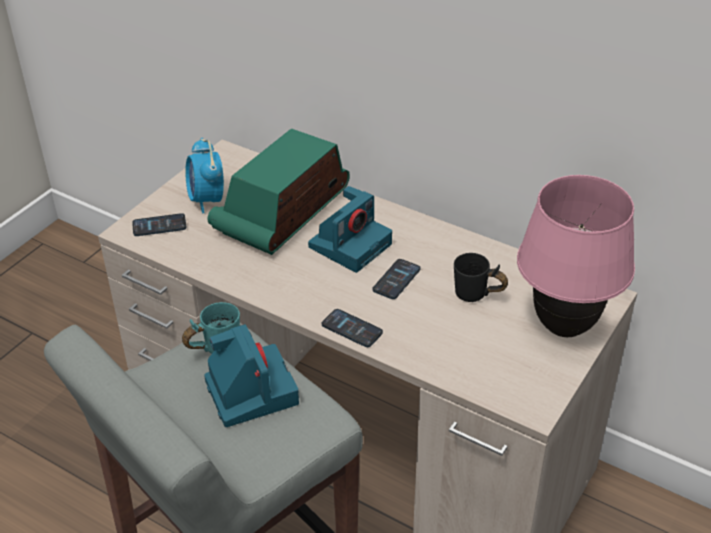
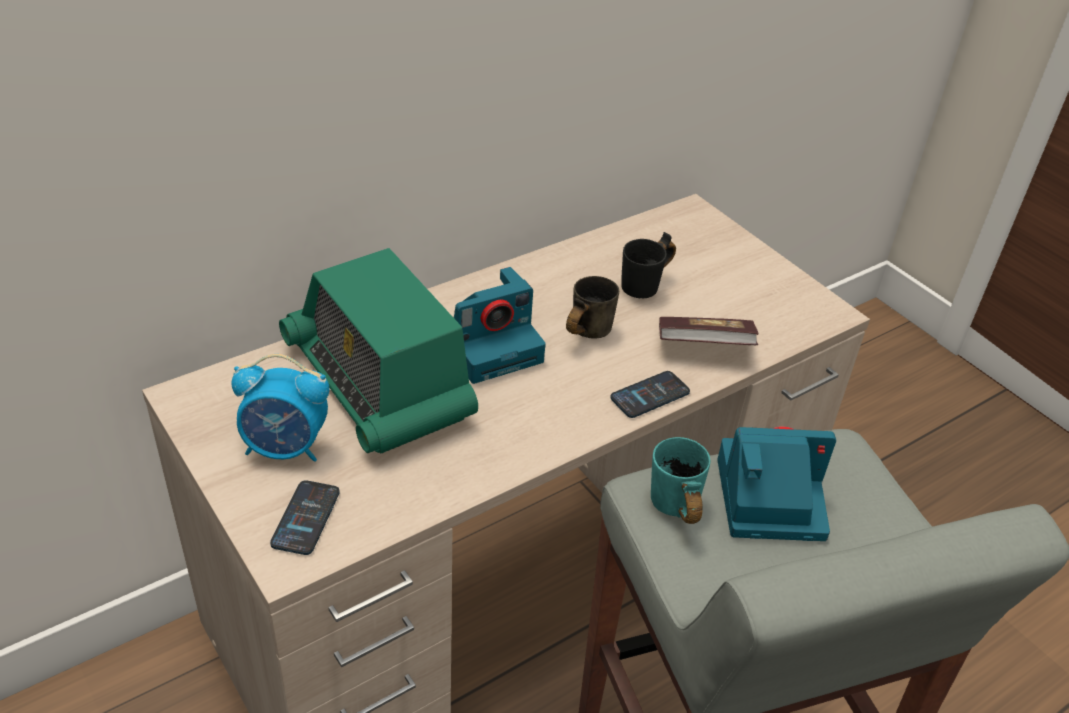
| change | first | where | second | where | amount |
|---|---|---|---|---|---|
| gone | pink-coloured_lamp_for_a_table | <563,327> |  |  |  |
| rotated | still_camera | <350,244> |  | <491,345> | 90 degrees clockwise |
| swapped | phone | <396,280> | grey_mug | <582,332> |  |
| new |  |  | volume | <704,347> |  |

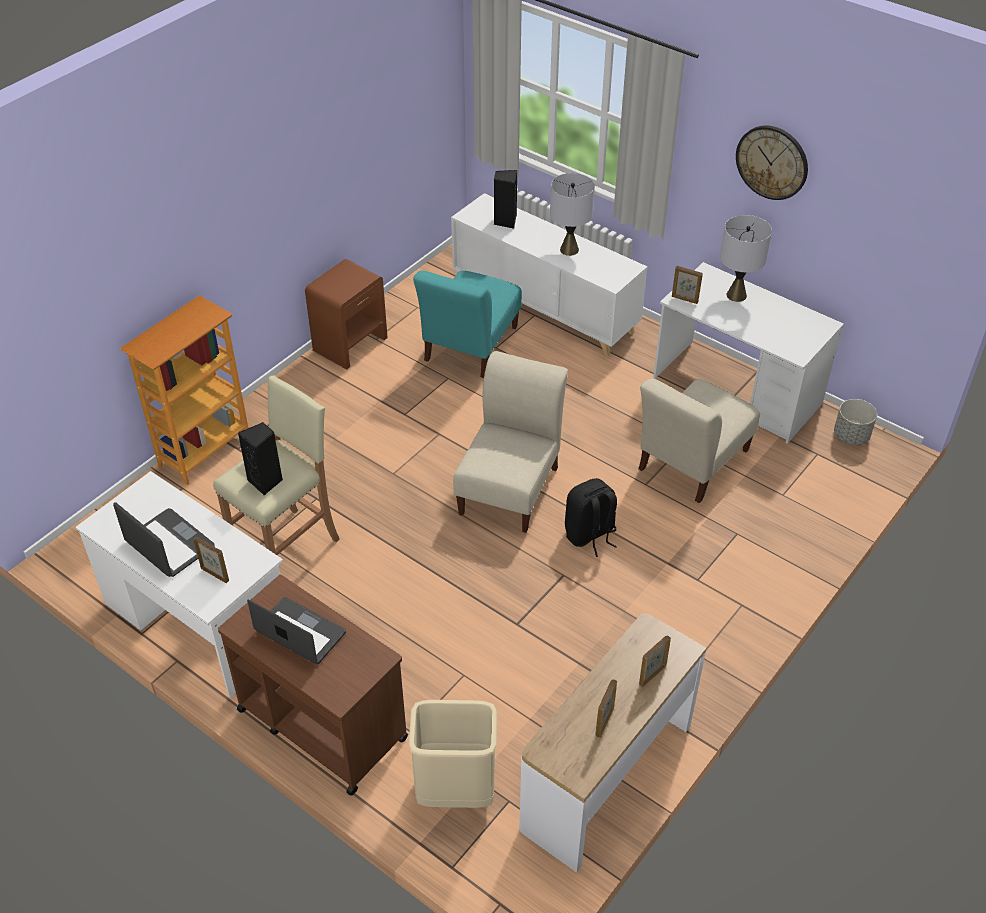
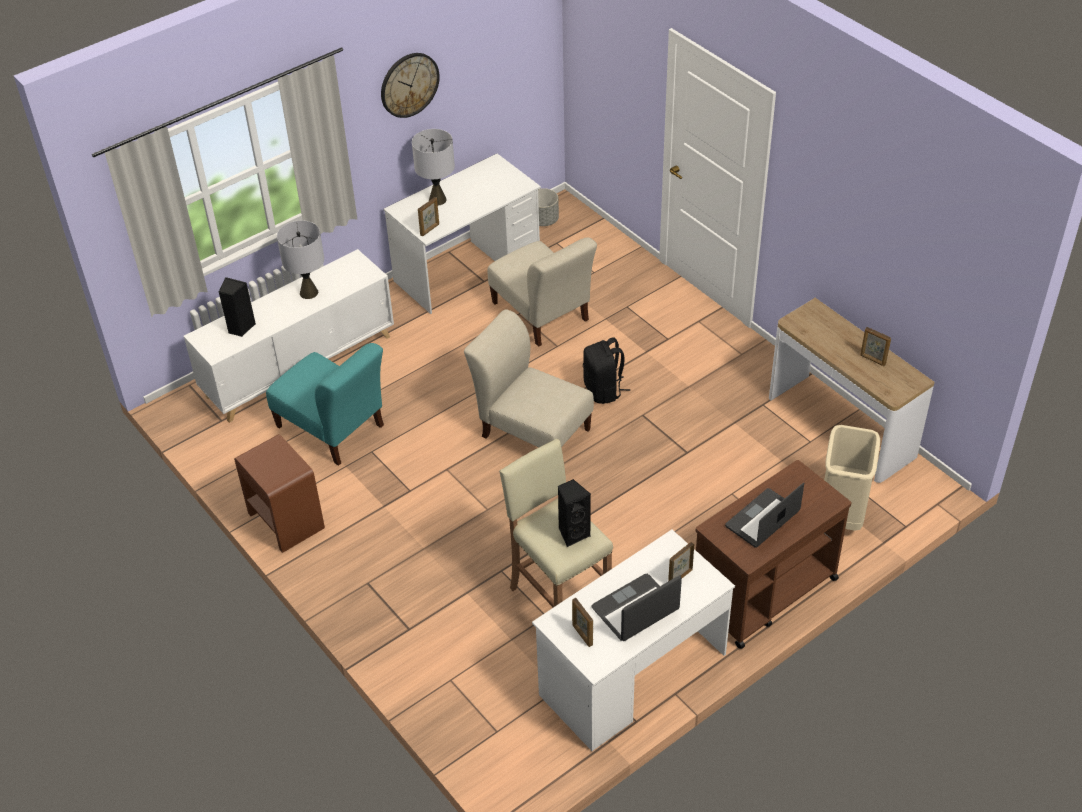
| change | first | where | second | where | amount |
|---|---|---|---|---|---|
| gone | bookcase | <204,450> |  |  |  |
| shifted | picture_frame | <652,675> |  | <582,635> |  |

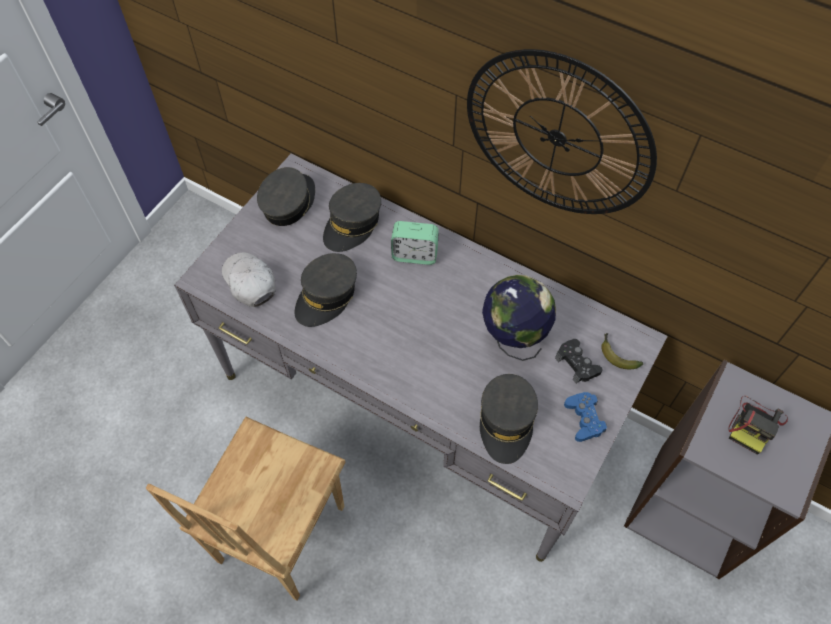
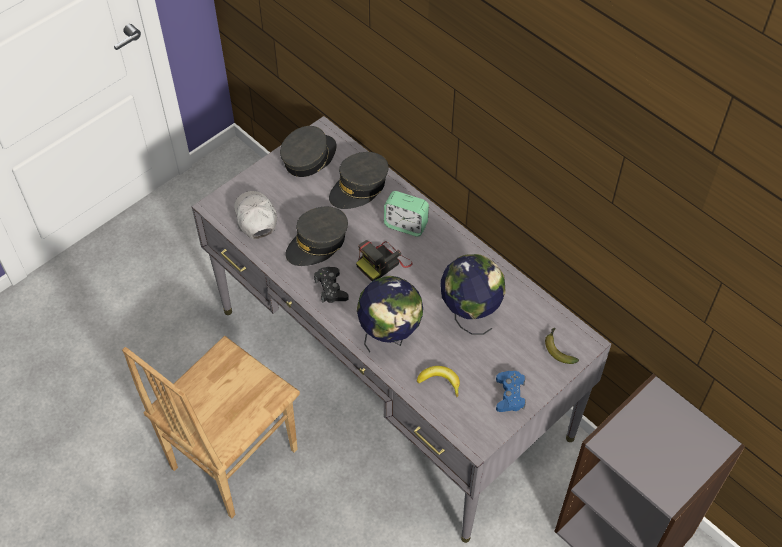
| change | first | where | second | where | amount |
|---|---|---|---|---|---|
| gone | wall_clock | <557,137> |  |  |  |
| shifted | black-coloured_game_controller | <577,364> |  | <331,288> |  |
| swapped | grey_baseball_cap | <506,422> | banana | <440,381> |  |
| shifted | still_camera | <754,424> |  | <383,263> |  |
| new |  |  | world_globe | <390,336> |  |

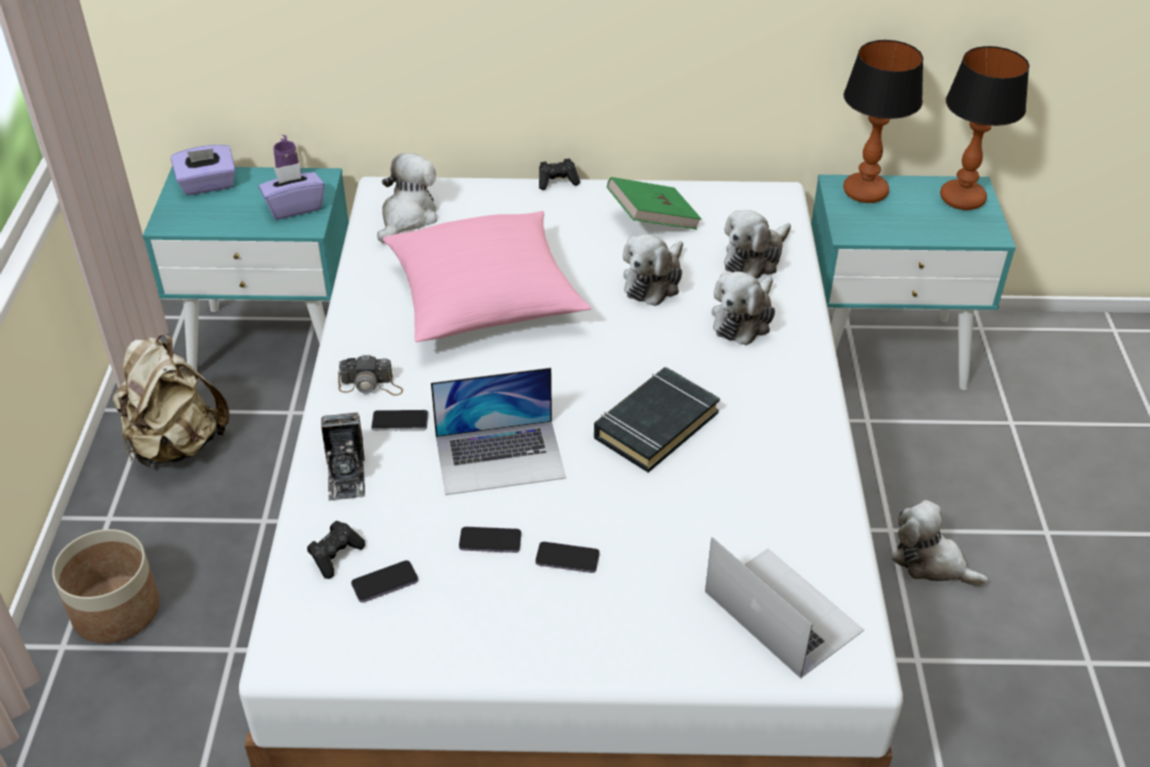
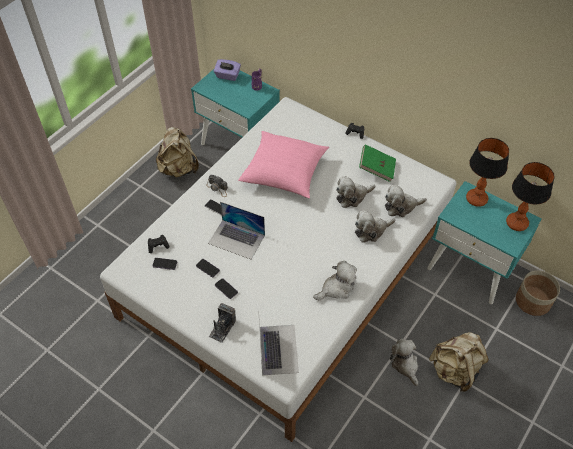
| change | first | where | second | where | amount |
|---|---|---|---|---|---|
| shifted | plush_toy | <407,217> |  | <336,288> |  |
| gone | purplish_tissue_holder | <294,207> |  |  |  |
| gone | black-coloured_volume | <655,425> |  |  |  |
| shifted | still_camera | <346,474> |  | <222,328> |  |
| shifted | flower_pot | <117,610> |  | <533,301> |  |
| new |  |  | beige_knapsack | <455,370> |  |

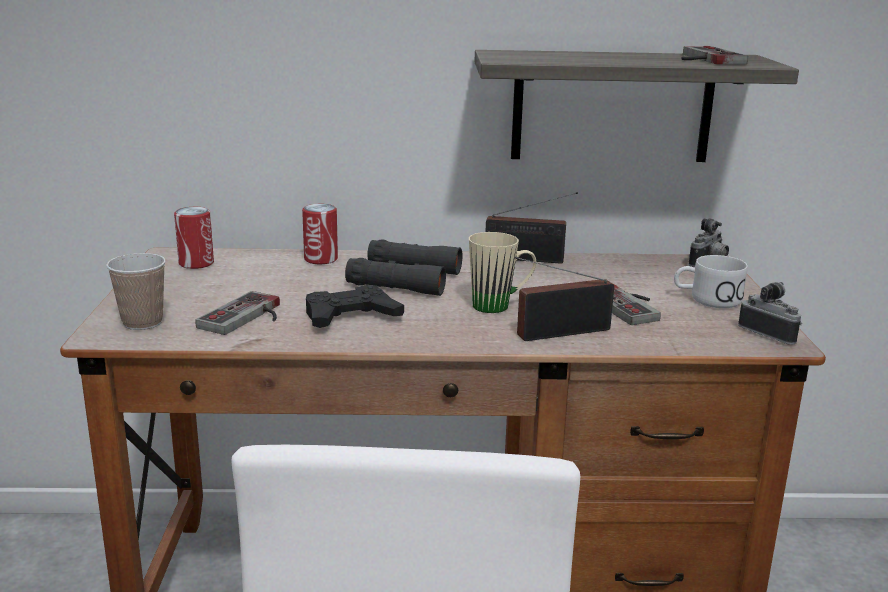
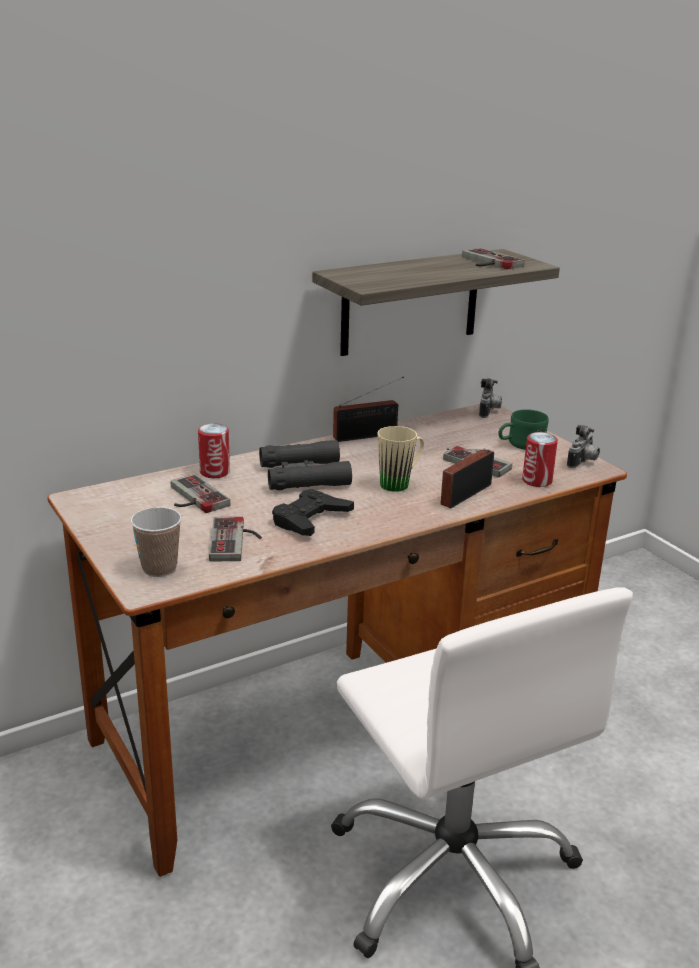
| change | first | where | second | where | amount |
|---|---|---|---|---|---|
| shifted | metal_can | <196,263> |  | <537,481> |  |
| repainted | white_mug | <706,299> | green_mug | <520,444> |  |
| rotated | still_camera | <770,333> |  | <583,463> | 105 degrees clockwise |
| new |  |  | game_controller | <192,498> |  |

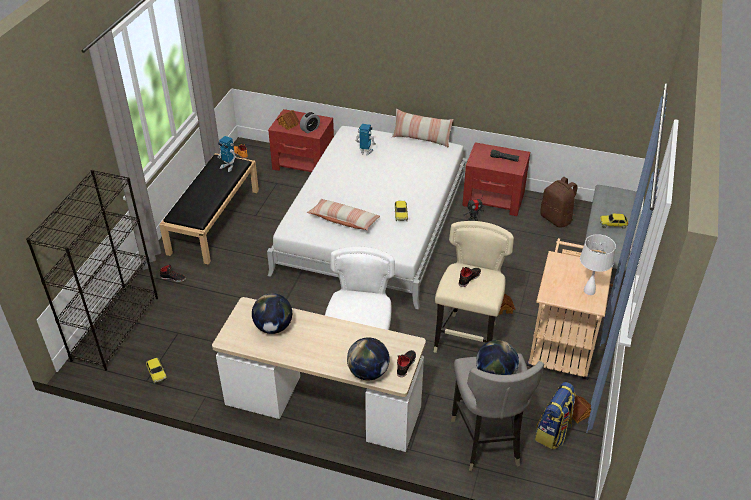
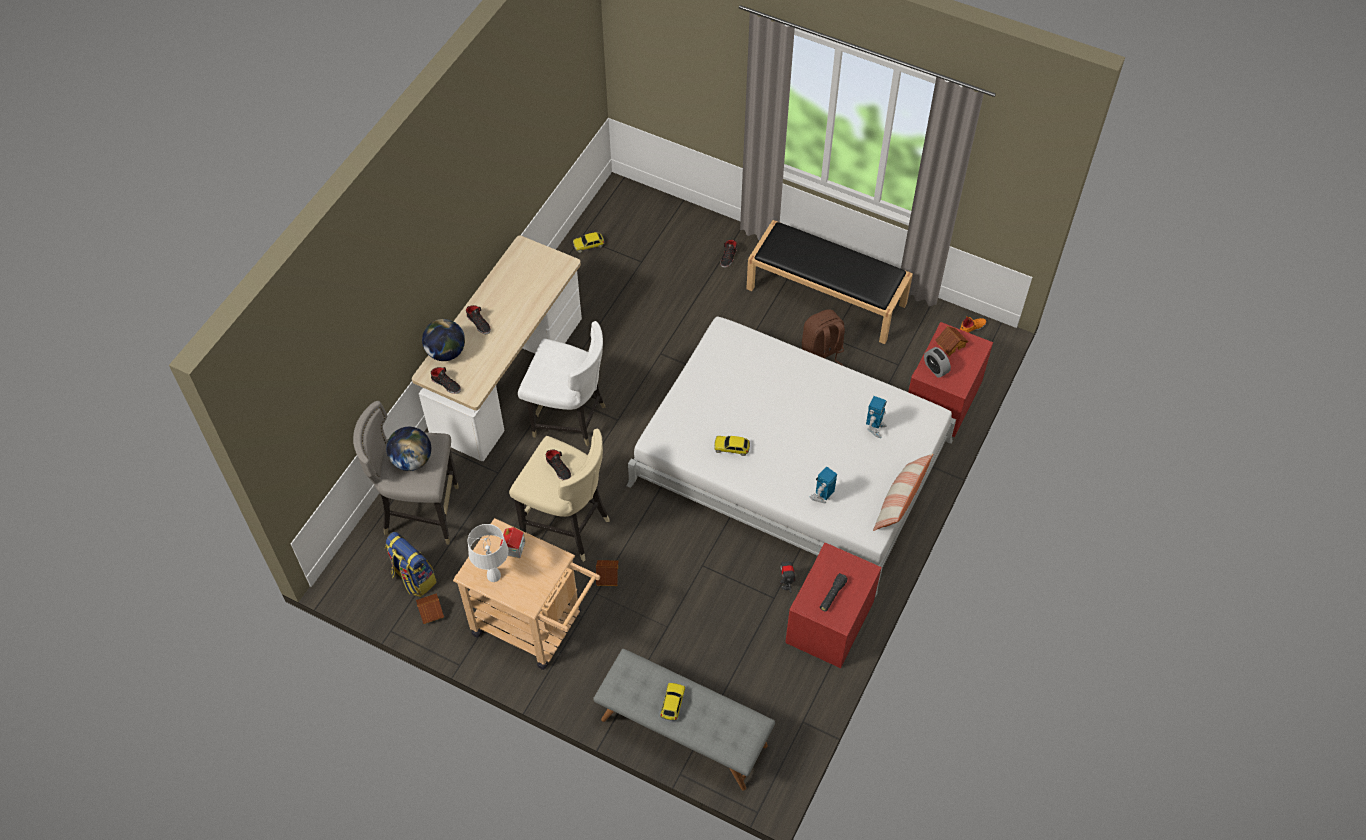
| change | first | where | second | where | amount |
|---|---|---|---|---|---|
| shifted | model_robot | <228,166> |  | <822,497> |  |
| gone | black-coloured_bookcase | <115,327> |  |  |  |
| shifted | brown-coloured_knapsack | <556,219> |  | <822,354> |  |
| gone | pillow | <343,220> |  |  |  |
| gone | world_globe | <273,327> |  |  |  |
| new |  |  | black-coloured_low_shoe | <479,323> |  |
| new |  |  | model_house | <513,548> |  |

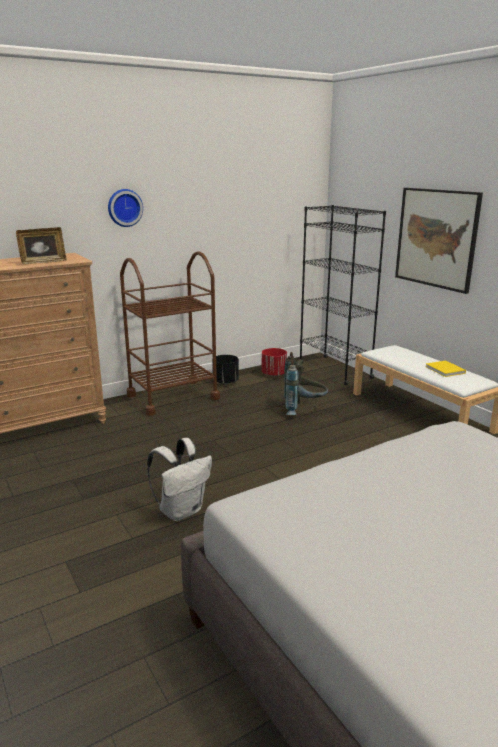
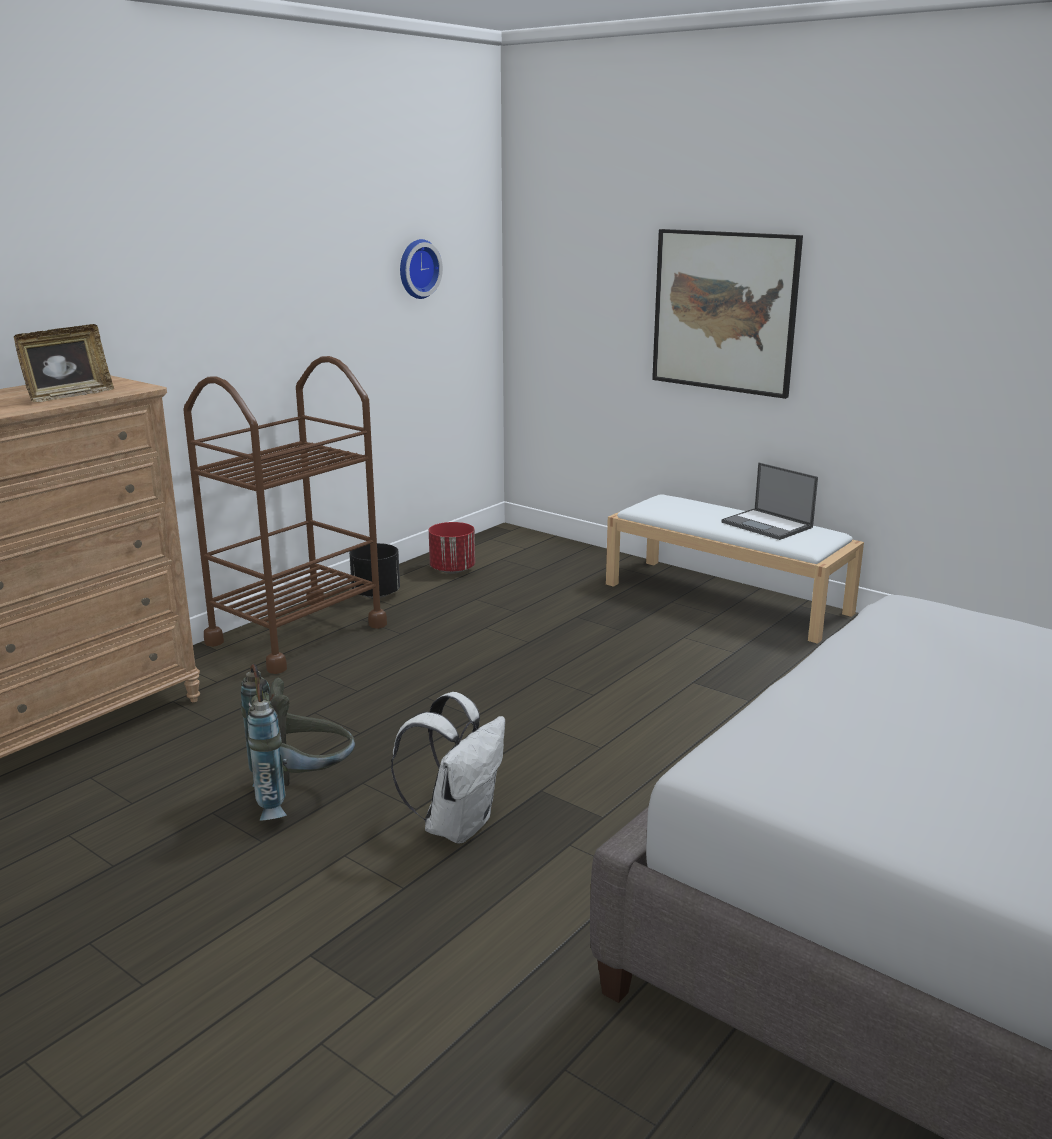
| change | first | where | second | where | amount |
|---|---|---|---|---|---|
| shifted | wall_clock | <124,207> |  | <417,269> |  |
| gone | black-coloured_bookcase | <334,370> |  |  |  |
| shifted | grey_knapsack | <303,410> |  | <301,795> |  |
| swapped | yellow_volume | <445,370> | portable_computer | <768,525> |  |

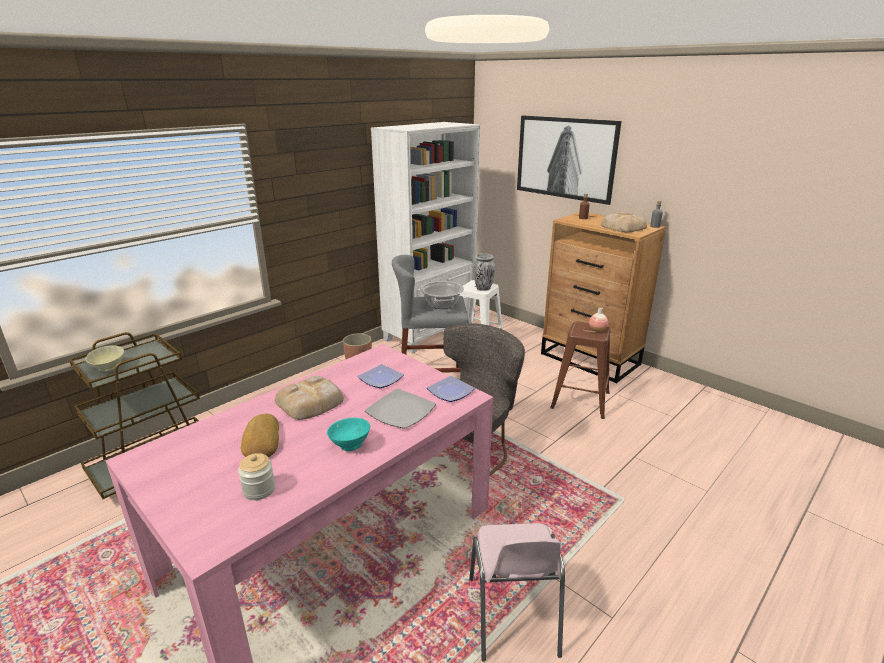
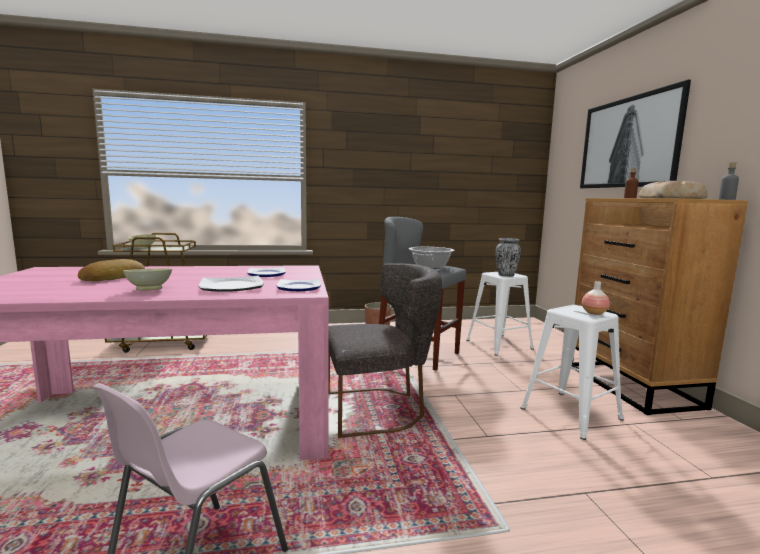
| change | first | where | second | where | amount |
|---|---|---|---|---|---|
| gone | white_bookcase | <430,333> |  |  |  |
| repainted | brown-coloured_stool | <581,399> | white_stool | <572,413> |  |
| gone | bakery_bread | <311,402> |  |  |  |
| repainted | turquoise-coloured_deep_dish | <350,444> | beige_deep_dish | <150,289> |  |
| gone | jar | <259,490> |  |  |  |

